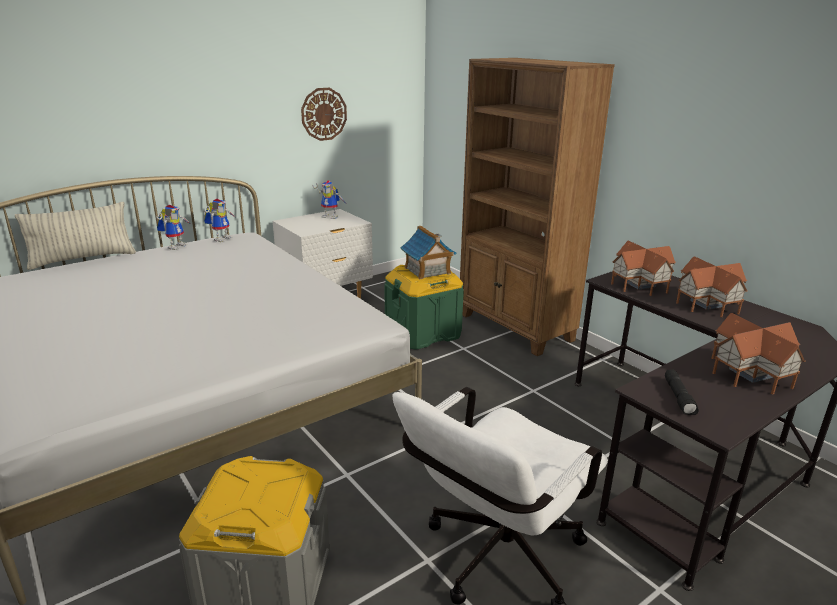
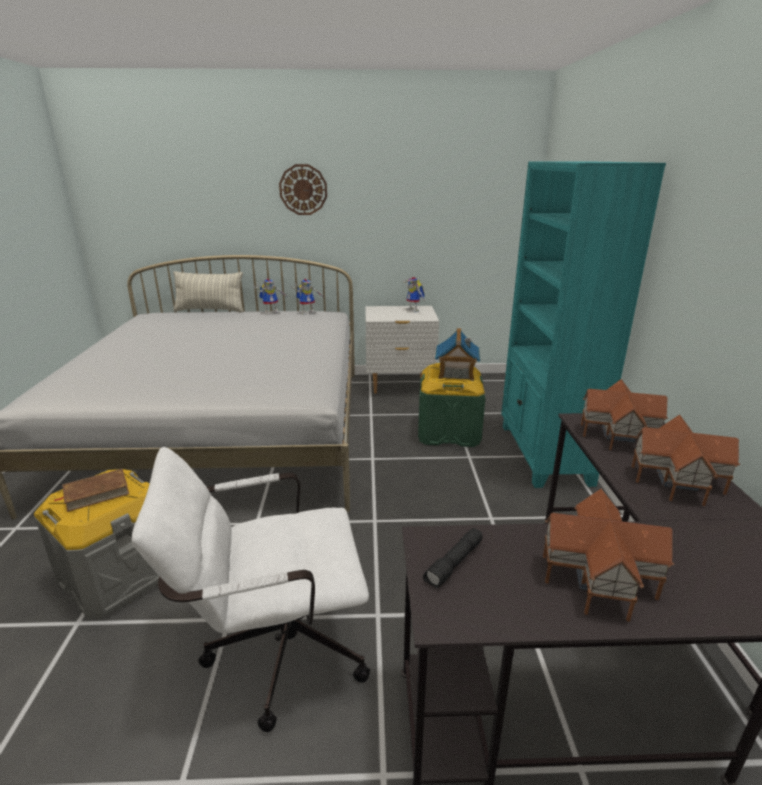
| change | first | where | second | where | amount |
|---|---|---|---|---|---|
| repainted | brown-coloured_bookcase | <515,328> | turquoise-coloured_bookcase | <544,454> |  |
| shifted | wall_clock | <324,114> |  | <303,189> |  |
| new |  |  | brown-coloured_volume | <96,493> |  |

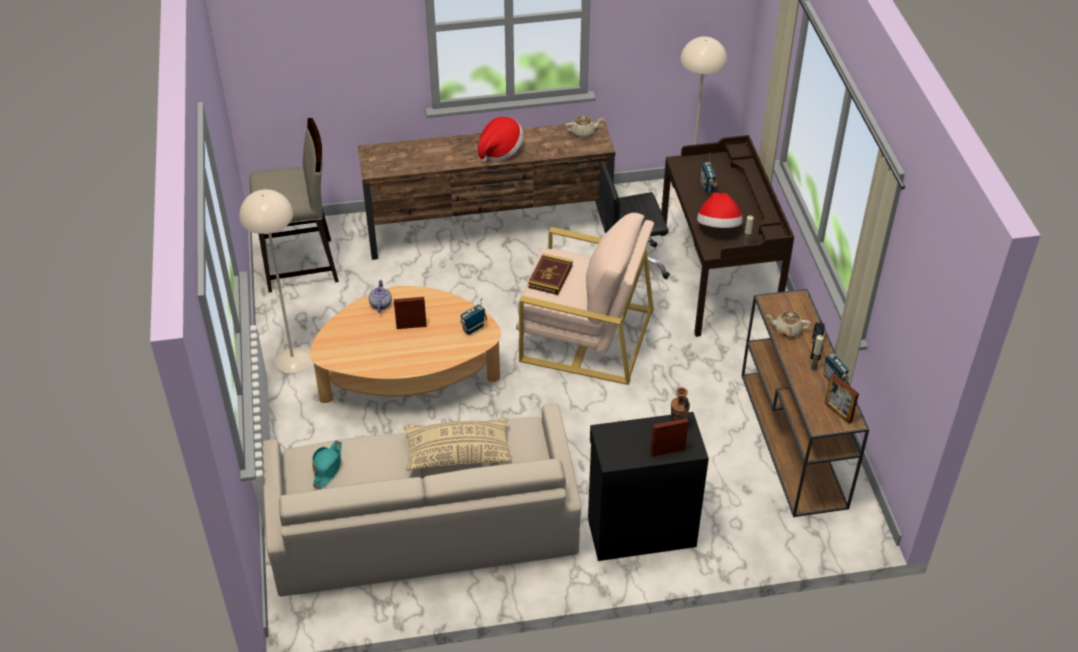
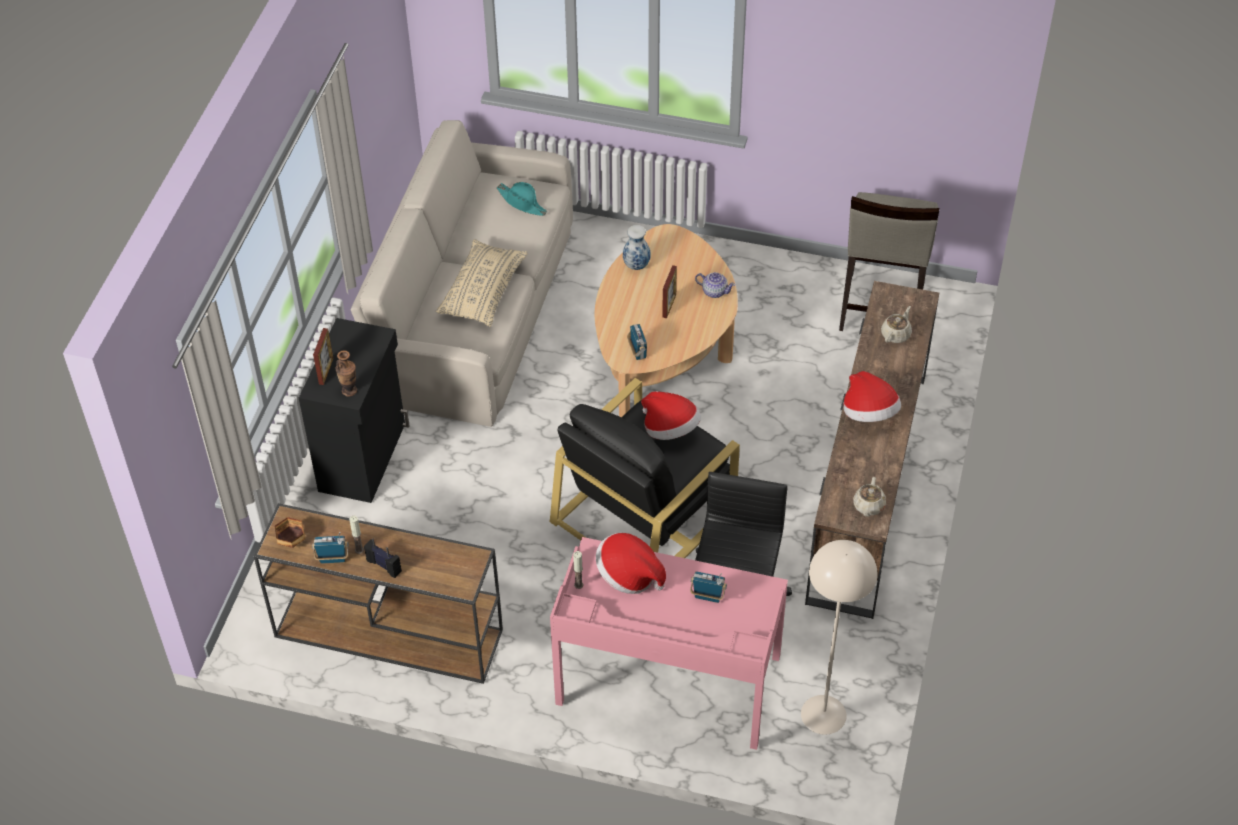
| change | first | where | second | where | amount |
|---|---|---|---|---|---|
| repainted | brown-coloured_desk | <718,277> | pink-coloured_desk | <668,681> |  |
| gone | beige_floor_lamp | <293,360> |  |  |  |
| repainted | beige_armchair | <585,334> | black-coloured_armchair | <644,513> |  |
| swapped | volume | <550,276> | hat | <670,429> |  |
| shifted | beige_pot_for_tea | <787,330> |  | <896,334> |  |
| swapped | picture_frame | <838,412> | deep_dish | <290,541> |  |
| new |  |  | vase | <636,265> |  |

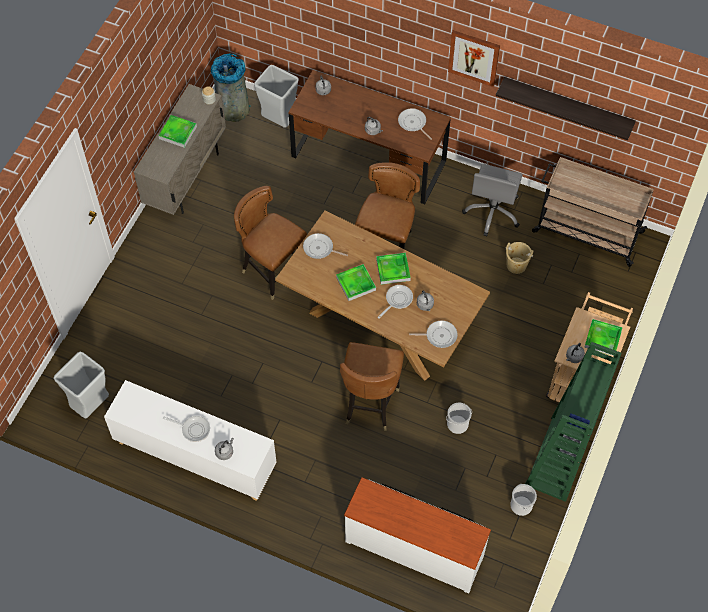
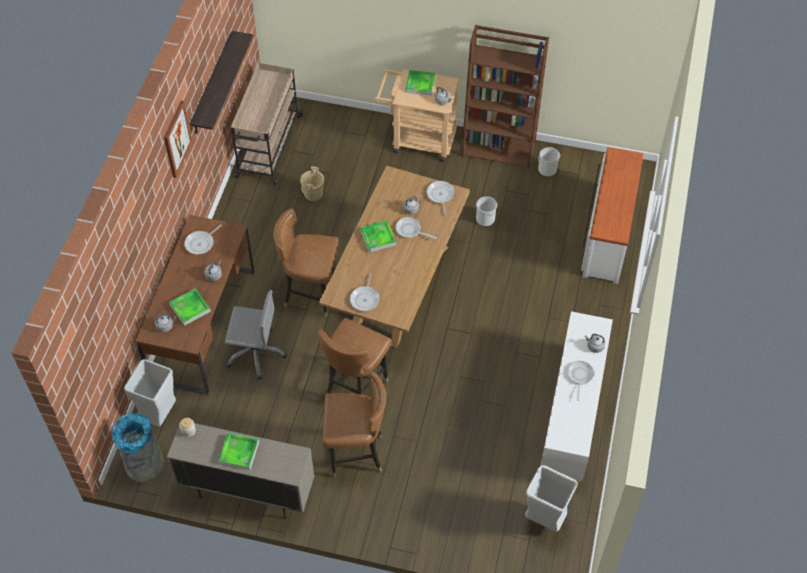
| change | first | where | second | where | amount |
|---|---|---|---|---|---|
| shifted | grey_desk_chair | <492,212> |  | <256,353> |  |
| shifted | carrying_tray | <356,284> |  | <190,308> |  |
| shifted | brown-coloured_plain_chair | <370,404> |  | <356,454> |  |
| repainted | green_bookcase | <559,459> | brown-coloured_bookcase | <499,149> |  |

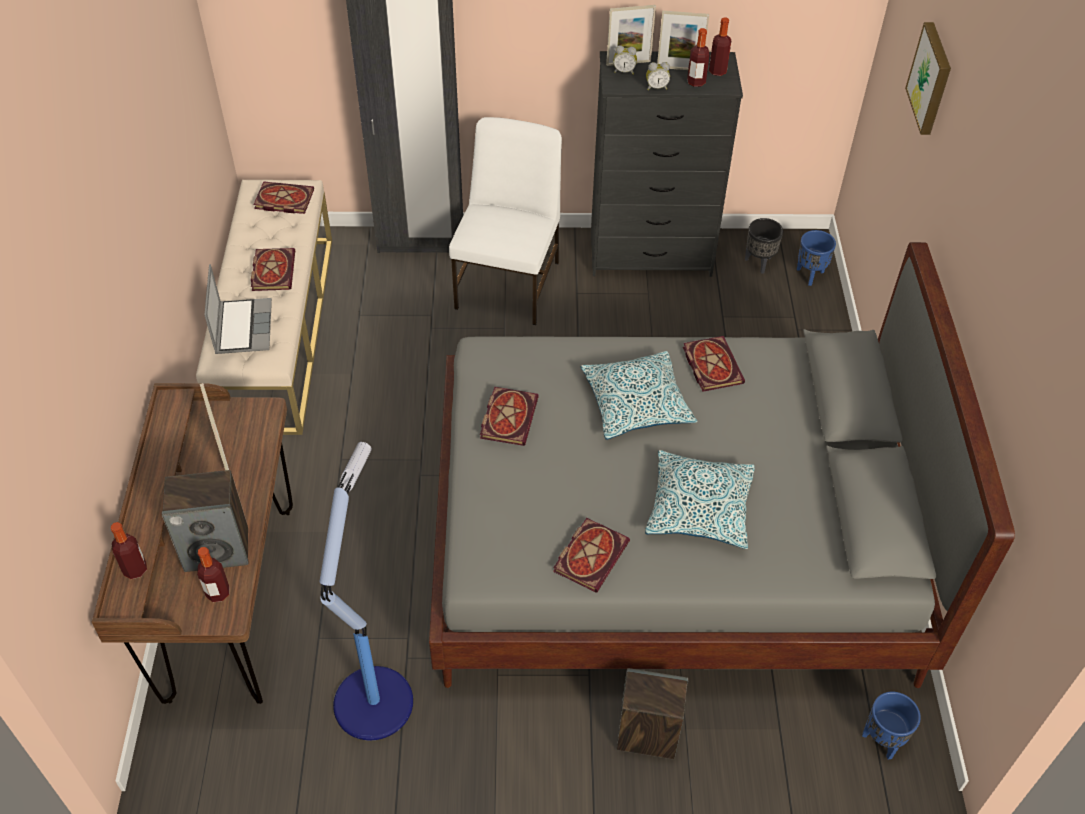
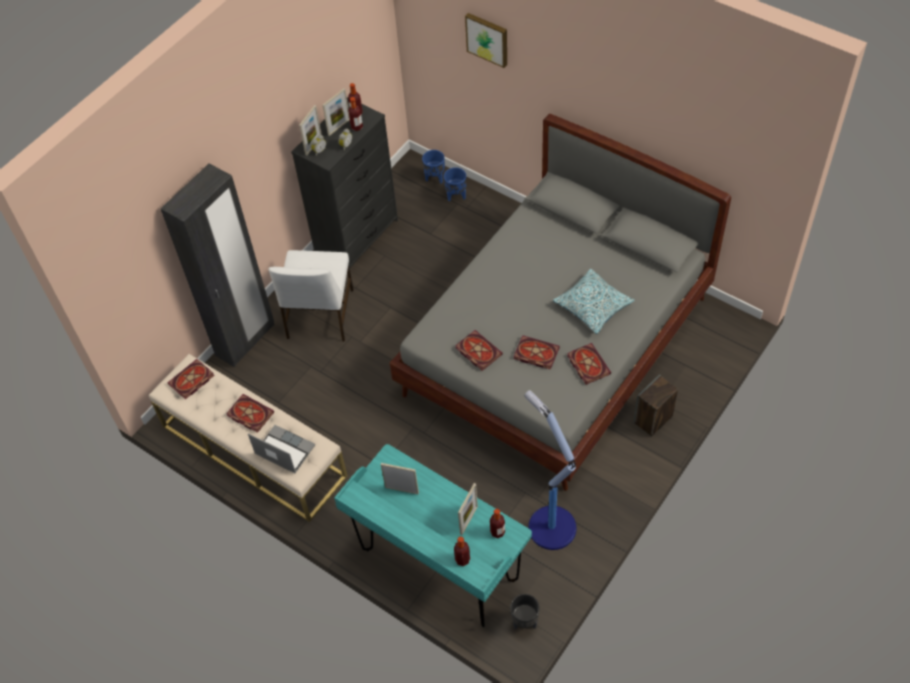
| change | first | where | second | where | amount |
|---|---|---|---|---|---|
| rotated | white_plain_chair | <509,283> |  | <319,315> | 135 degrees counterclockwise |
| shifted | black-coloured_flower_pot | <759,263> |  | <524,622> |  |
| shifted | volume | <710,364> |  | <535,353> |  |
| gone | pillow | <636,404> |  |  |  |
| repainted | brown-coloured_desk | <230,602> | turquoise-coloured_desk | <439,566> |  |
| swapped | audio_speaker | <217,549> | picture_frame | <468,520> |  |
| shifted | blue-coloured_flower_pot | <882,741> |  | <456,196> |  |

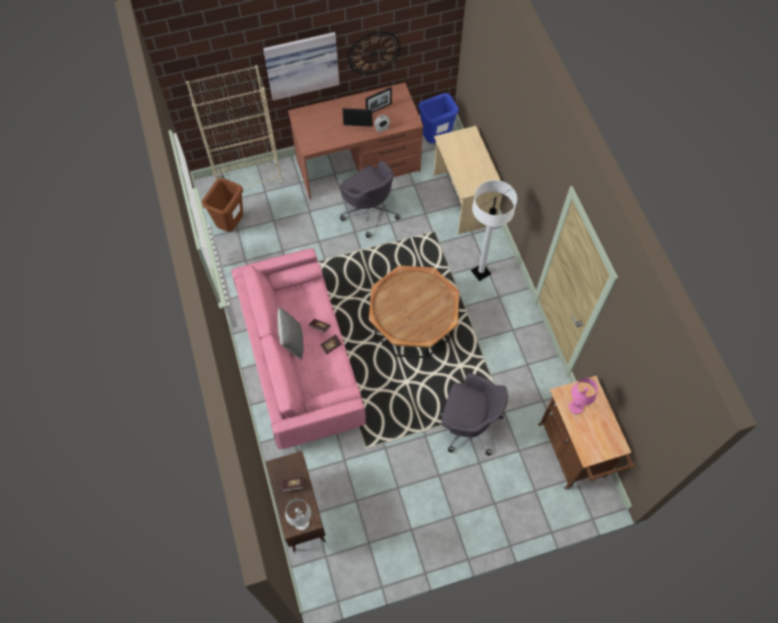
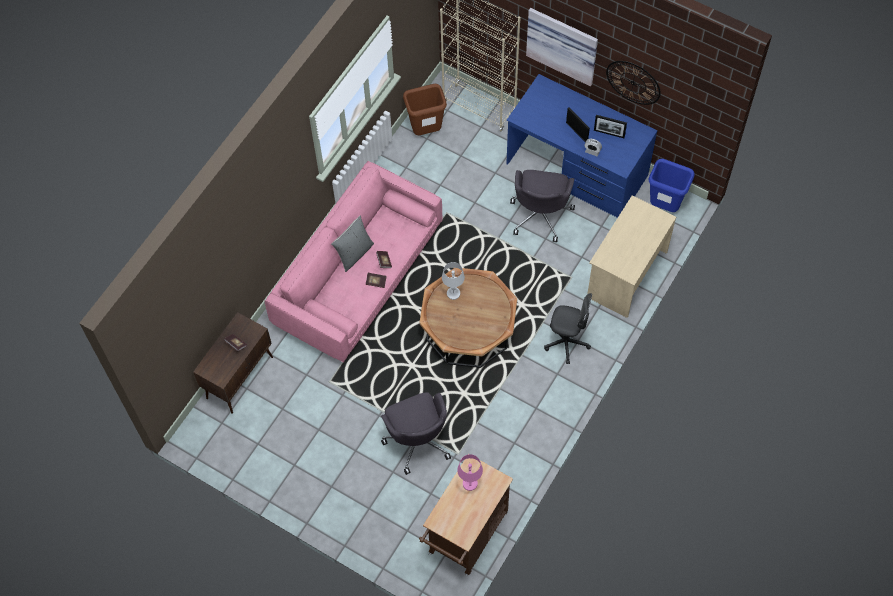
| change | first | where | second | where | amount |
|---|---|---|---|---|---|
| repainted | brown-coloured_desk | <358,165> | blue-coloured_desk | <577,170> |  |
| swapped | white_floor_lamp | <480,272> | grey_desk_chair | <566,342> |  |
| shifted | white_lamp_for_a_table | <302,523> |  | <453,293> |  |

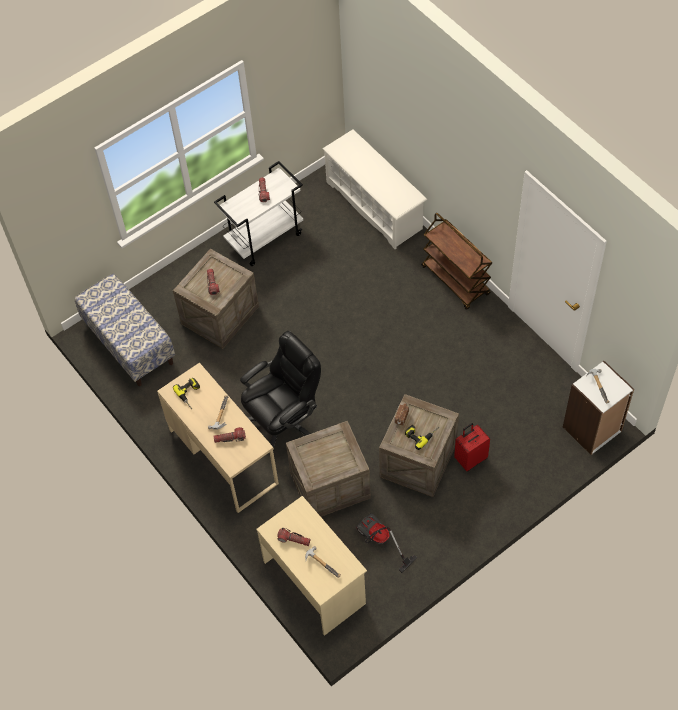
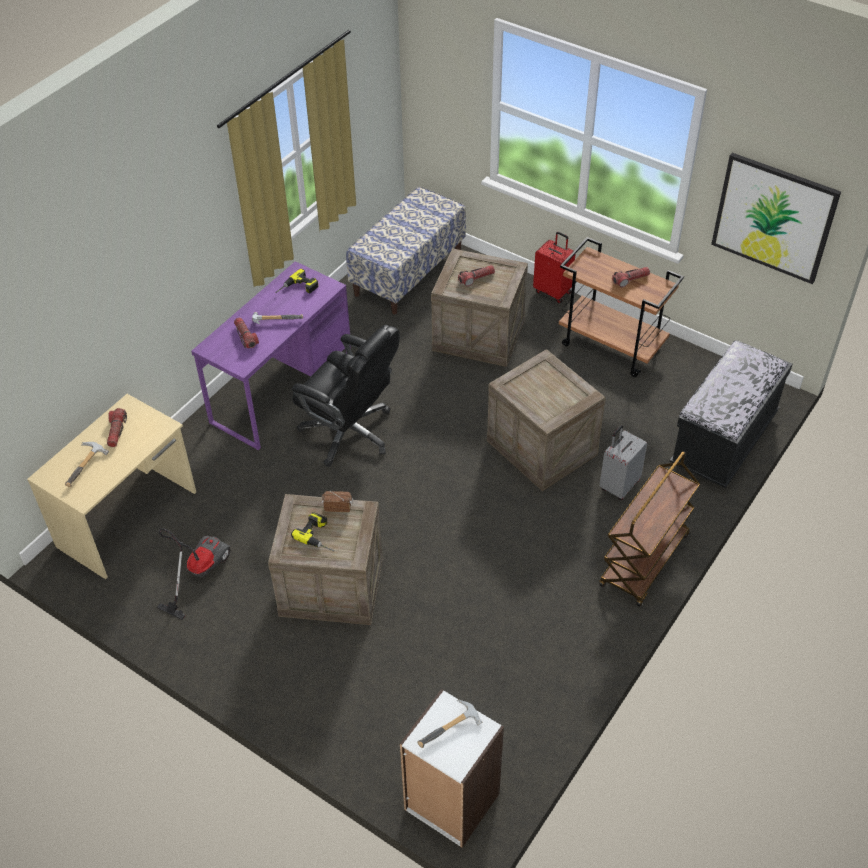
| change | first | where | second | where | amount |
|---|---|---|---|---|---|
| swapped | white_shoe_stand | <375,206> | black-coloured_indoor_bench | <724,440> |  |
| repainted | white_trolley | <265,238> | brown-coloured_trolley | <612,346> |  |
| repainted | beige_desk | <223,456> | purplish_desk | <282,390> |  |
| shifted | crate | <329,485> |  | <541,447> |  |
| shifted | red-coloured_suitcase | <470,458> |  | <553,291> |  |
| new |  |  | wall_art | <774,218> |  |
| new |  |  | grey_suitcase | <618,485> |  |

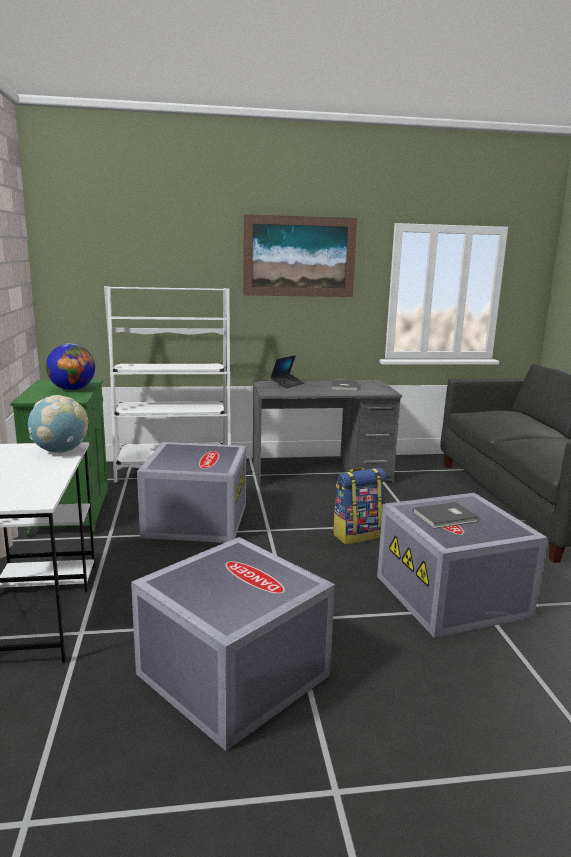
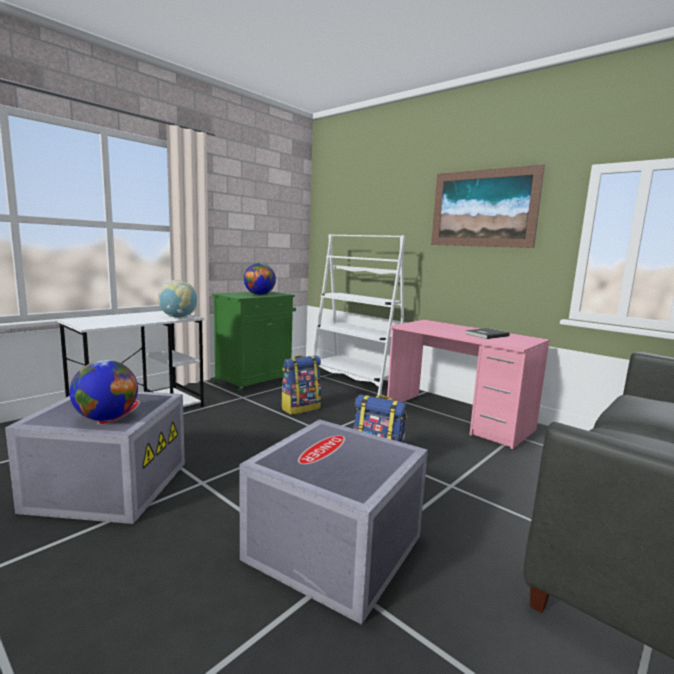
| change | first | where | second | where | amount |
|---|---|---|---|---|---|
| gone | portable_computer | <287,384> |  |  |  |
| repainted | grey_desk | <321,473> | pink-coloured_desk | <457,418> |  |
| swapped | grey_storage_bin | <195,519> | knapsack | <300,408> |  |
| gone | grey_volume | <446,517> |  |  |  |
| new |  |  | world_globe | <106,418> |  |

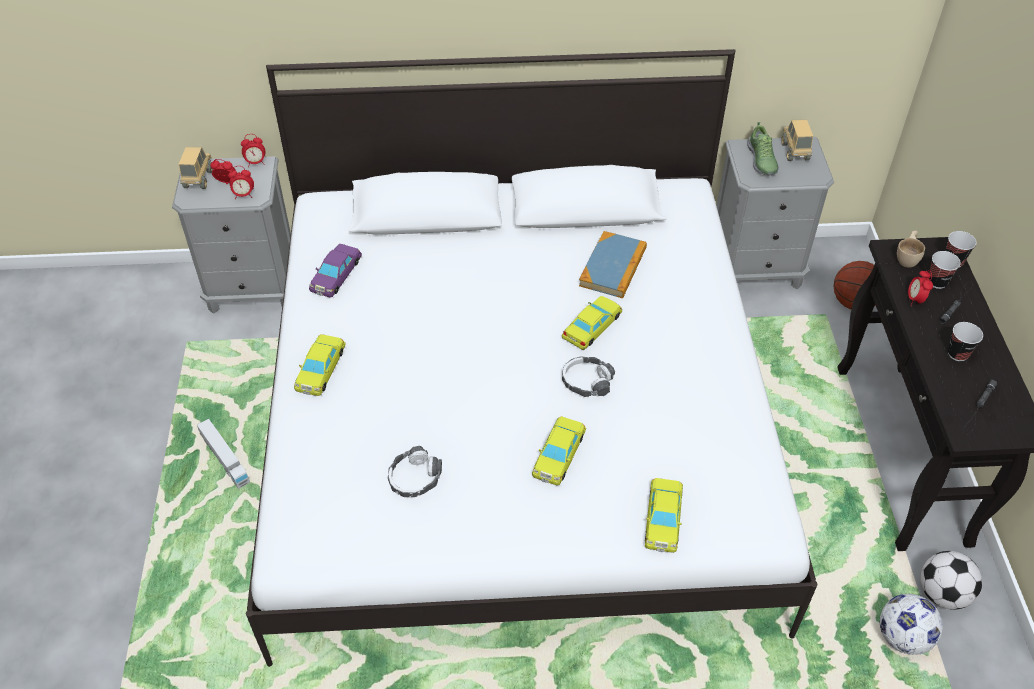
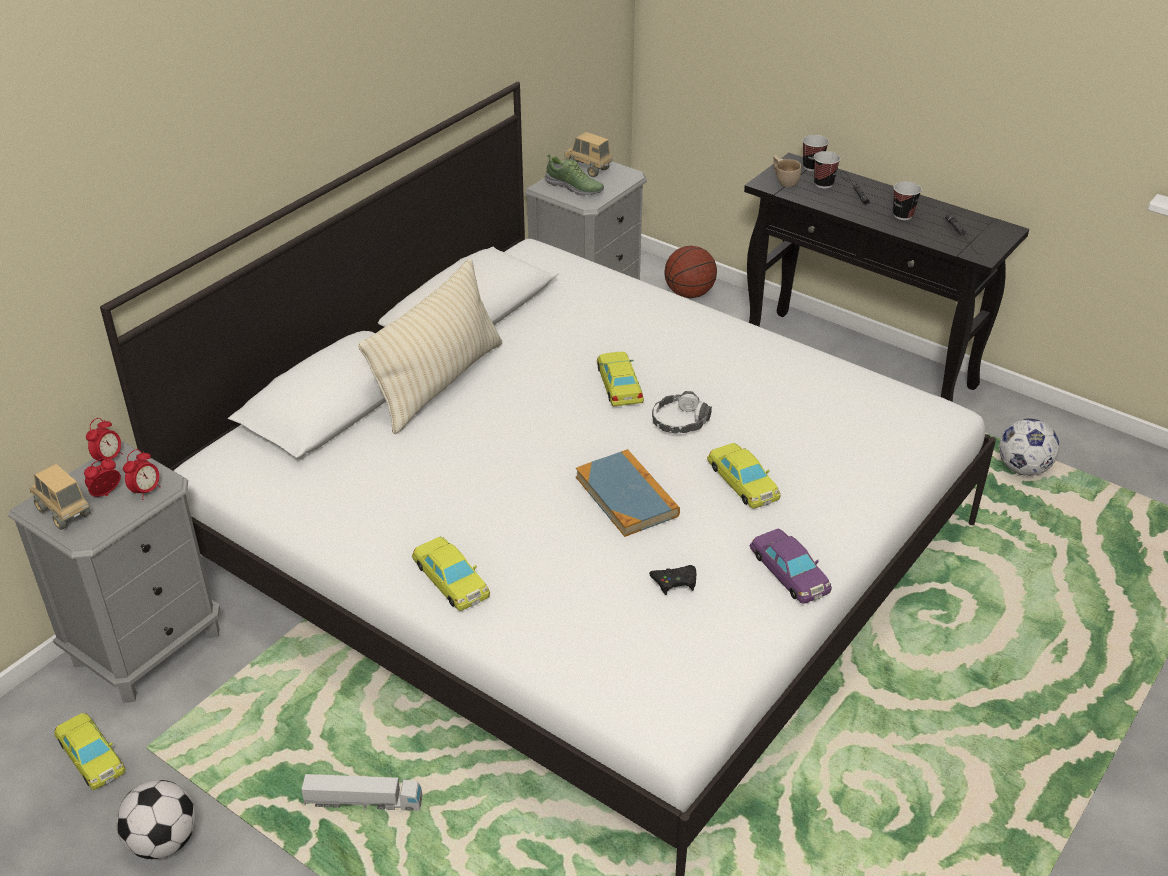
| change | first | where | second | where | amount |
|---|---|---|---|---|---|
| shifted | volume | <613,267> |  | <627,496> |  |
| shifted | purplish_miniature_car | <335,274> |  | <790,571> |  |
| gone | table_clock | <915,299> |  |  |  |
| swapped | headphones | <415,478> | black-coloured_game_controller | <675,582> |  |
| shifted | yellow_miniature_car | <663,518> |  | <91,755> |  |
| shifted | ball_for_football | <942,593> |  | <163,841> |  |
| new |  |  | beige_pillow | <439,383> |  |

